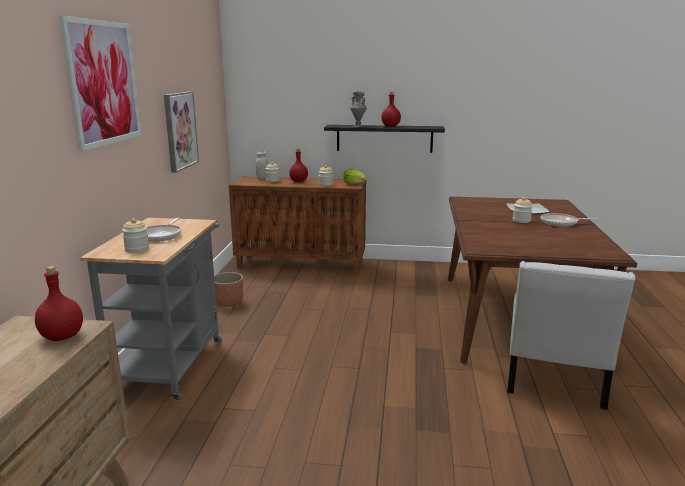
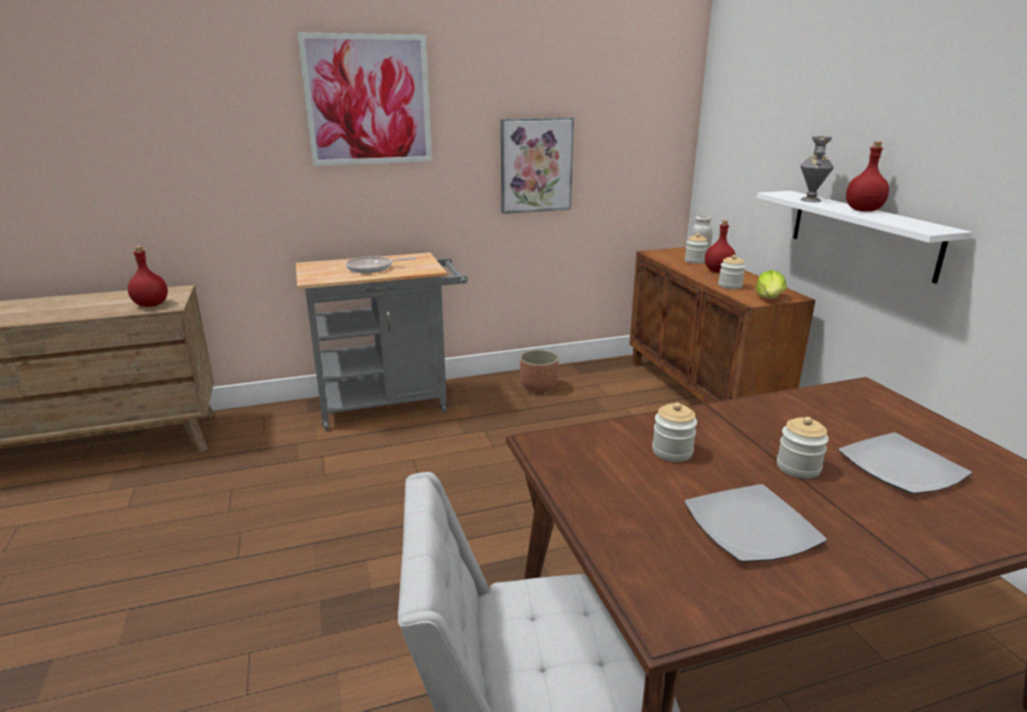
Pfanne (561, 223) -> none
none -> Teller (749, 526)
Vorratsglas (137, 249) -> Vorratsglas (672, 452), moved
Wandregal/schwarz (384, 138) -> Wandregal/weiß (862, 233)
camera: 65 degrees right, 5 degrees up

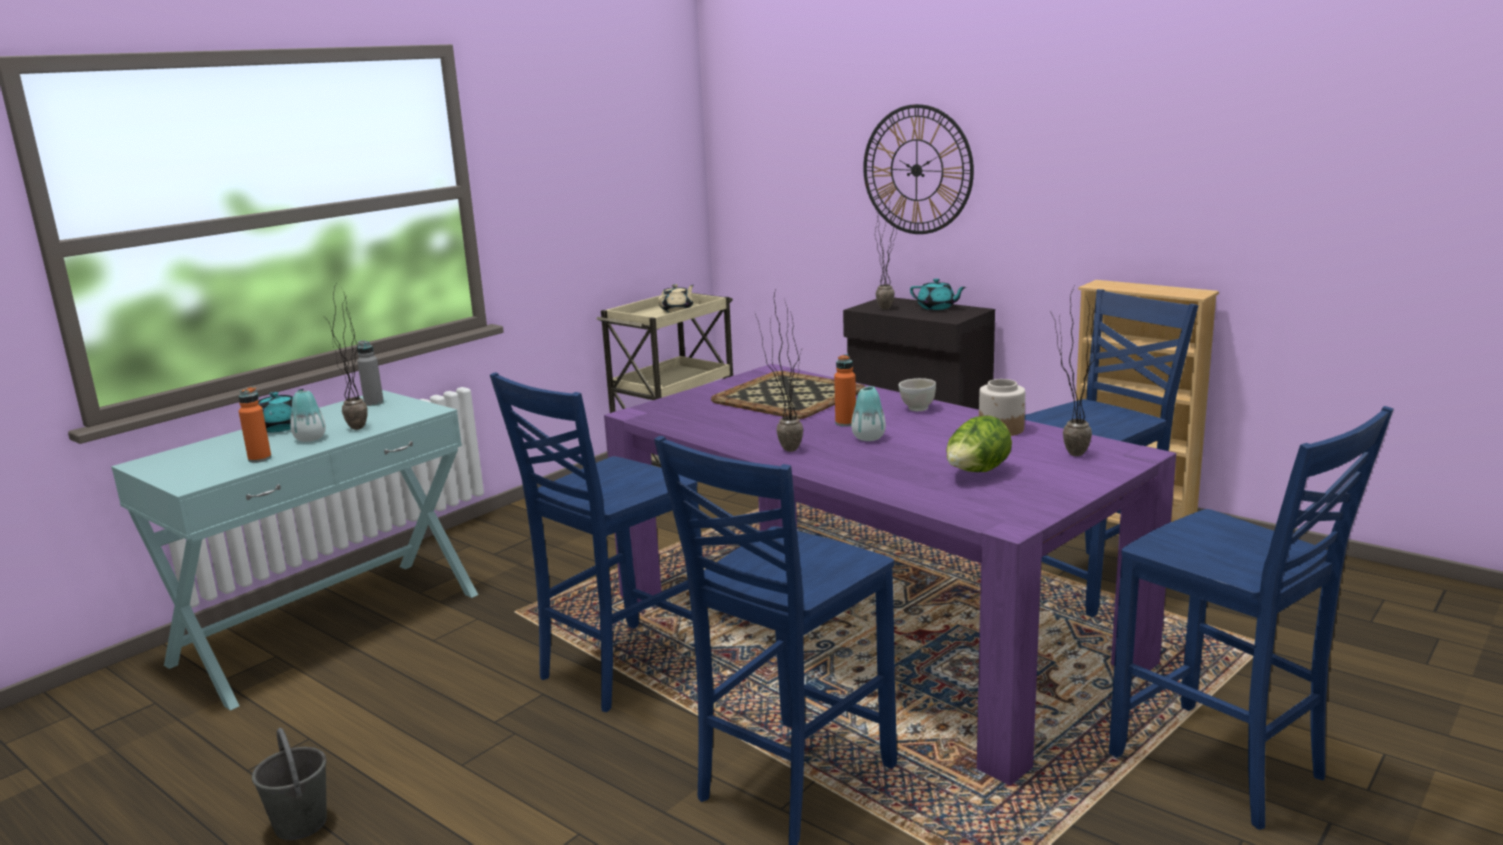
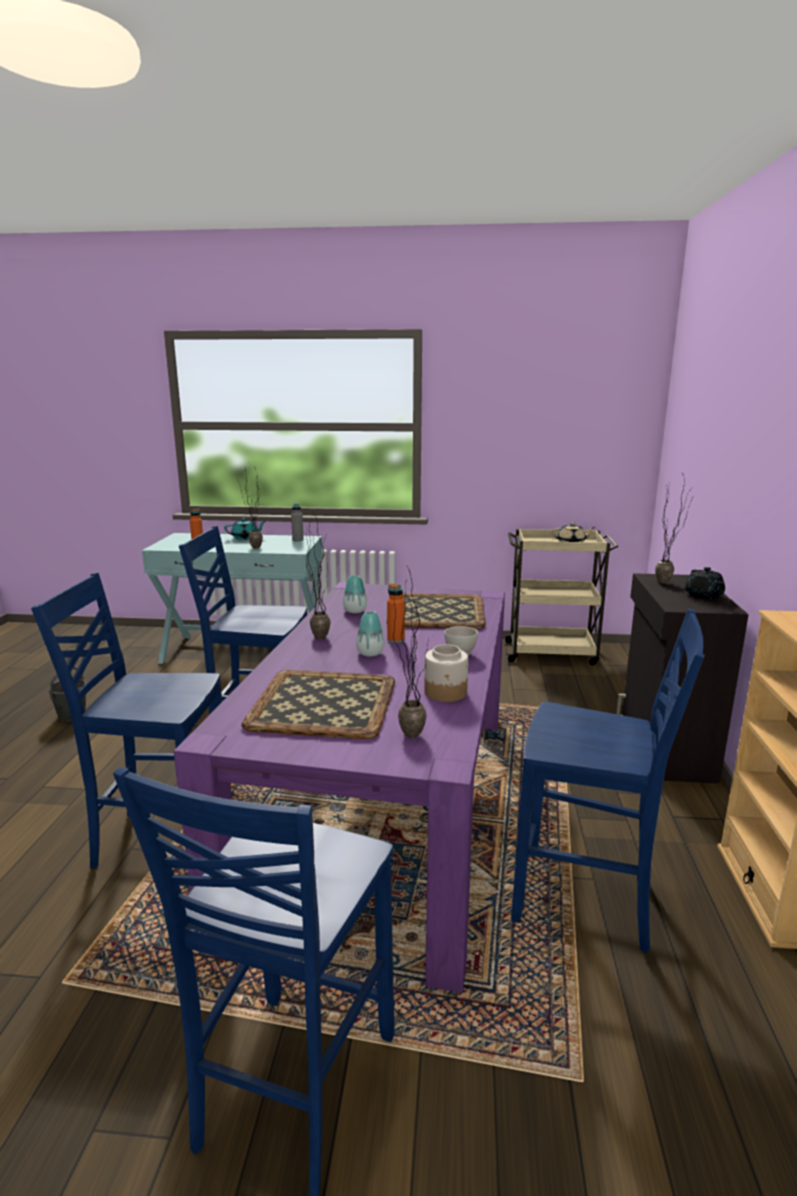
Wanduhr (917, 170) -> none
Vase (310, 439) -> Vase (355, 611), moved
Salatkopf (976, 473) -> Tablett (324, 704)
Teekanne/türkis (937, 307) -> Teekanne/schwarz (703, 596)
camera: 55 degrees right, 0 degrees up

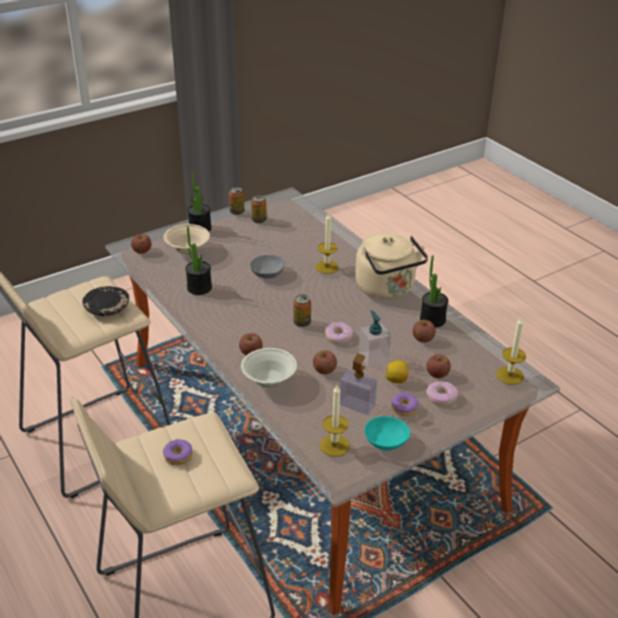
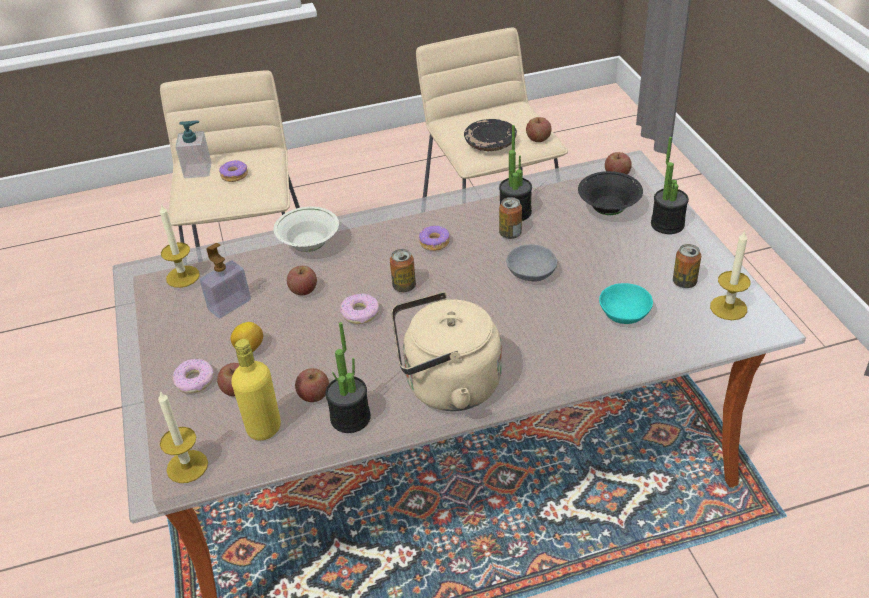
none -> Flasche/gelb (264, 428)
Dose (237, 212) -> Dose (510, 234), moved
Apfel (251, 352) -> Apfel (538, 139), moved
Kerze (327, 267) -> Kerze (728, 308), moved
Seifenspender (373, 357) -> Seifenspender (198, 170), moved
Schüssel/türkis (387, 440) -> Schüssel/türkis (625, 314), moved
Donut (404, 408) -> Donut (434, 243), moved
Schüssel/beige (187, 251) -> Schüssel/schwarz (608, 209)
camera: 110 degrees right, 5 degrees up

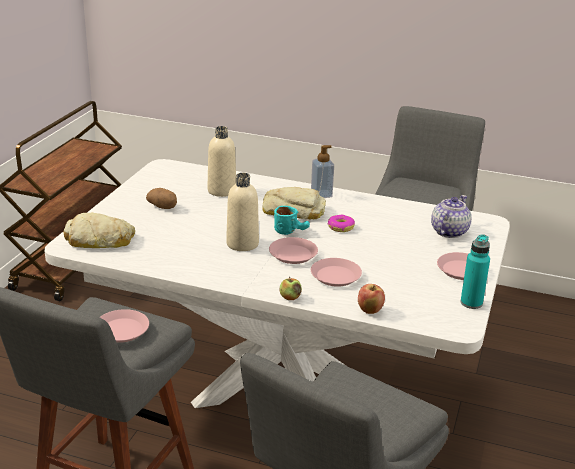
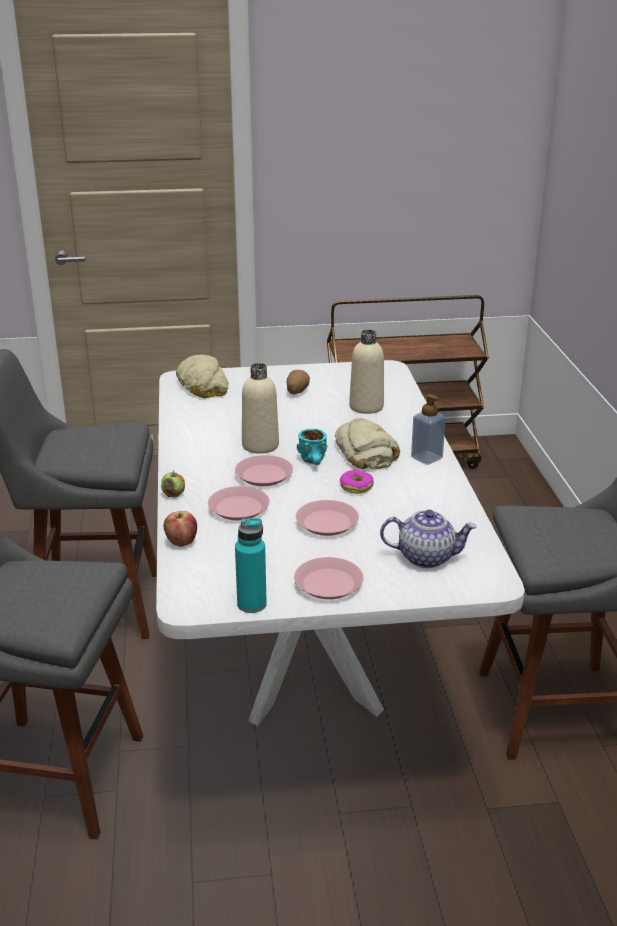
Teller/rosa (121, 330) -> Teller/rosa (327, 523), moved
camera: 65 degrees right, 0 degrees up

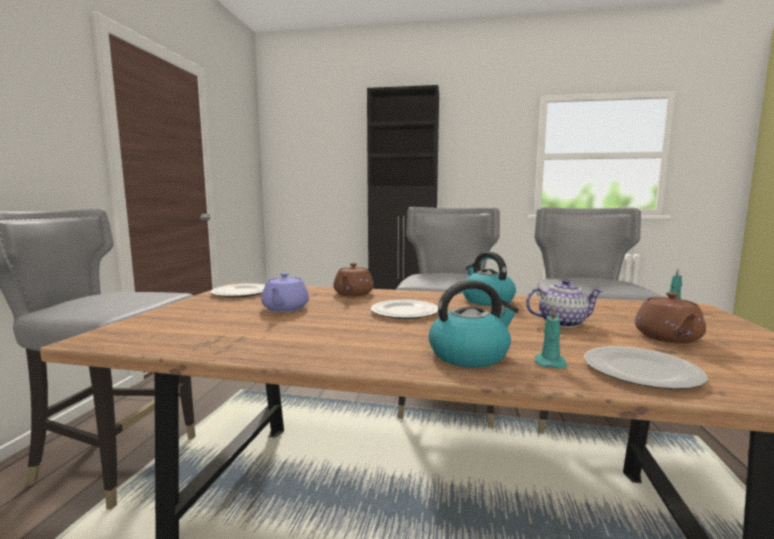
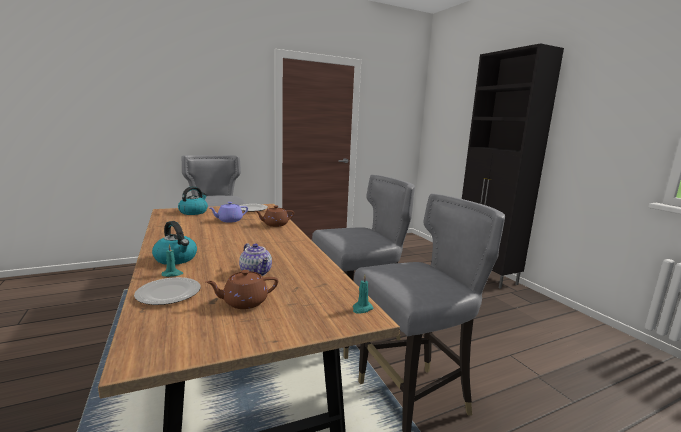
Teller (404, 312) -> none
Wasserkessel (487, 300) -> Wasserkessel (193, 212), moved
camera: 55 degrees right, 5 degrees up

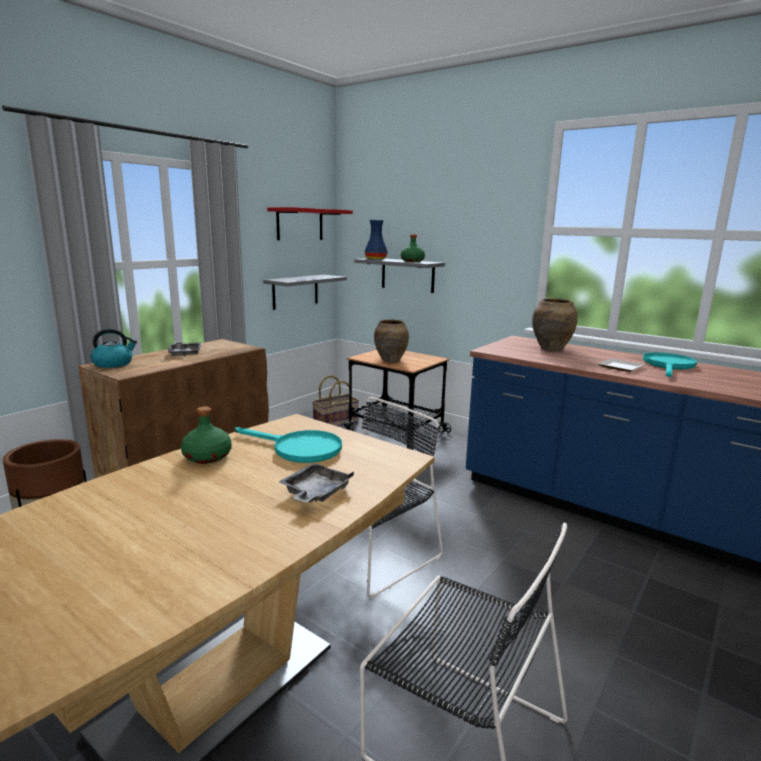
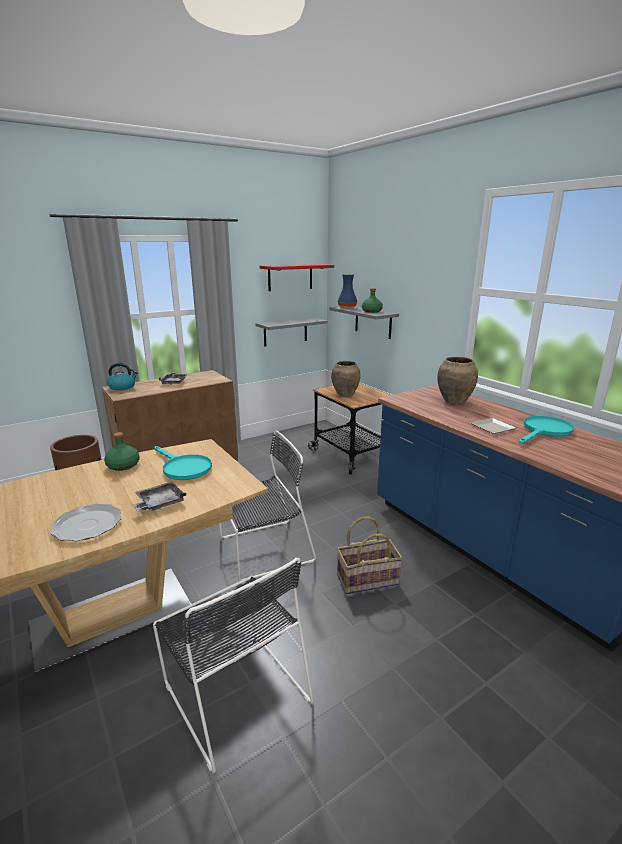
none -> Teller (87, 525)
Korb (335, 422) -> Korb (367, 579), moved
camera: 20 degrees right, 5 degrees up

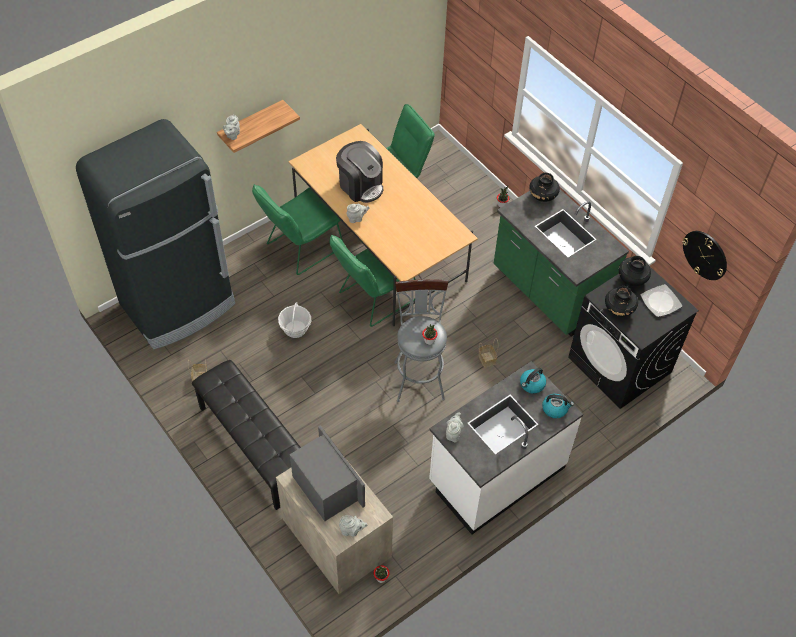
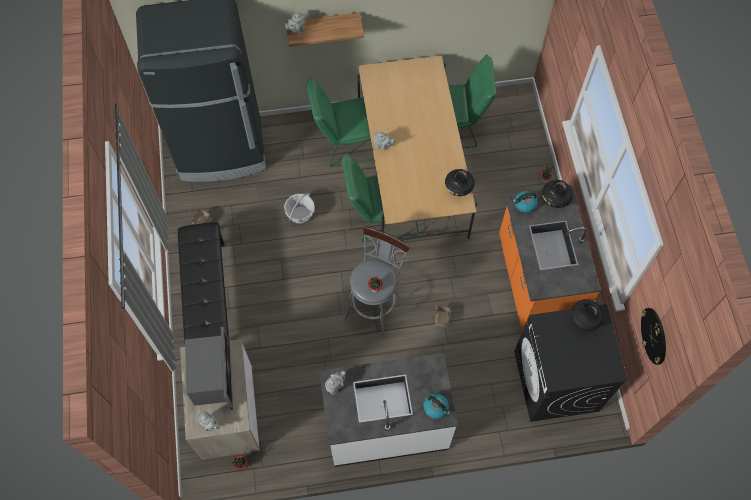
Kaffeemaschine (360, 185) -> none
Teller (660, 302) -> none
Wasserkessel (532, 385) -> Wasserkessel (524, 204), moved
Vase/schwarz (618, 309) -> Vase/schwarz (458, 188), moved
Küchenzeile/grün (548, 291) -> Küchenzeile/orange (535, 281)
camera: 30 degrees right, 10 degrees up

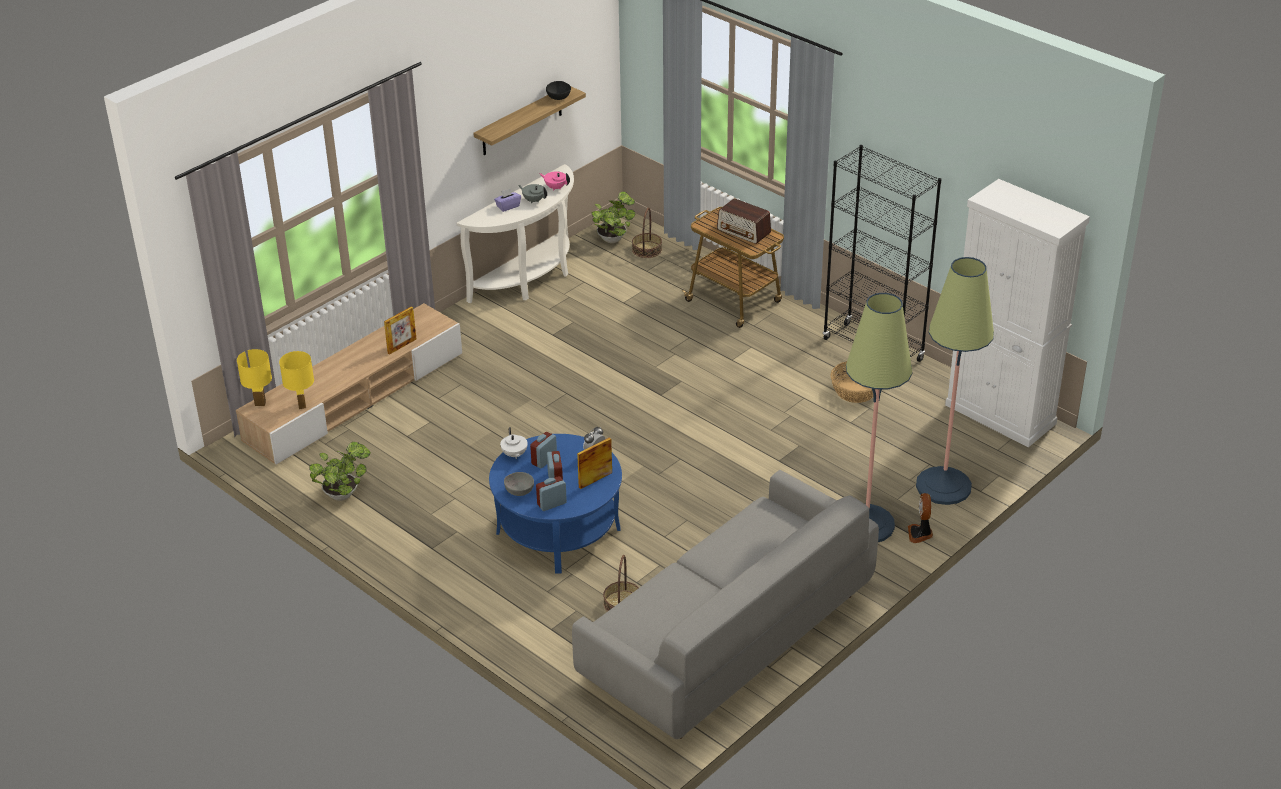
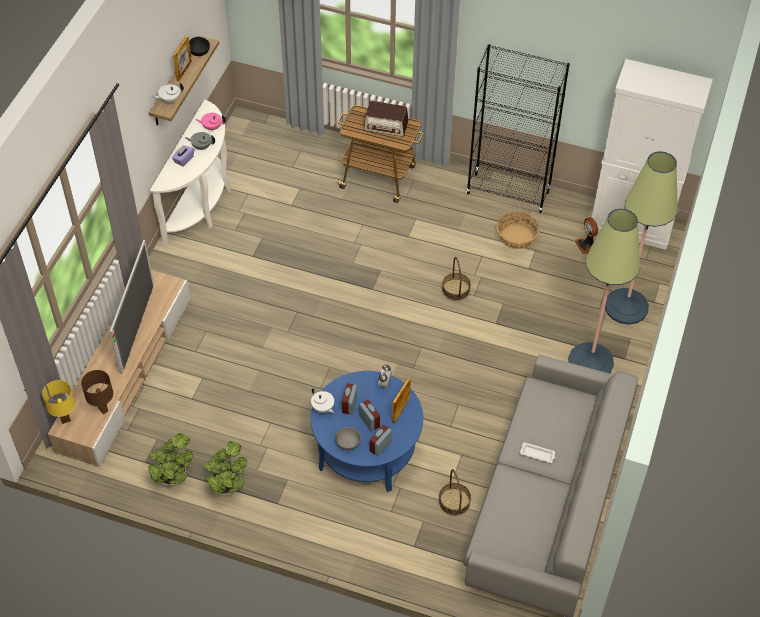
none -> Fernseher (137, 327)
none -> Teekanne/weiß (169, 100)
none -> Tablett/weiß (537, 454)
Bilderrahmen (402, 346) -> Bilderrahmen (184, 71), moved
Topfpflanze (613, 238) -> Topfpflanze (227, 484), moved
Korb (647, 250) -> Korb (456, 289), moved
Ventilator (920, 534) -> Ventilator (586, 245), moved
Tischlampe/gelb (302, 405) -> Tischlampe/braun (103, 410)
camera: 25 degrees left, 15 degrees up

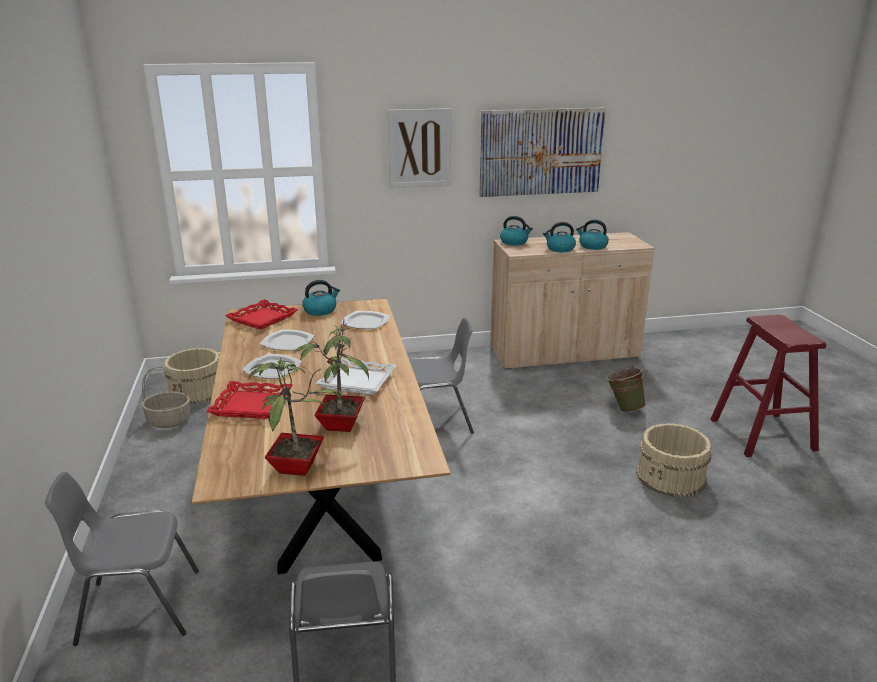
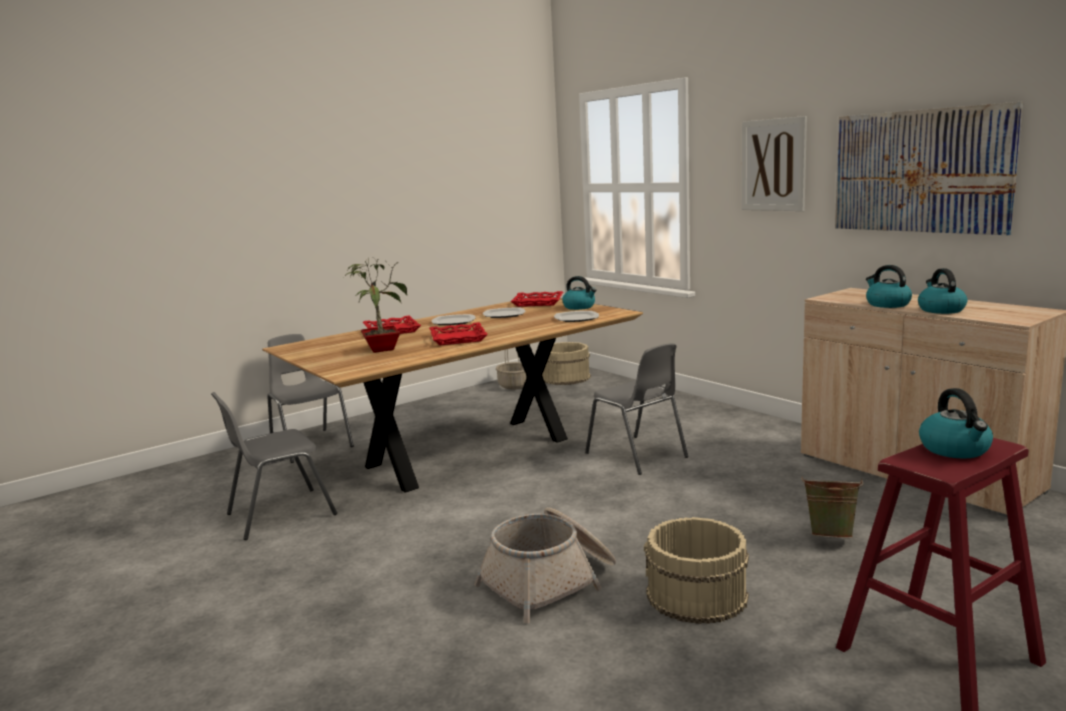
Topfpflanze (297, 466) -> none
none -> Korb (551, 582)
Wasserkessel (514, 242) -> Wasserkessel (955, 449), moved
Tablett/weiß (357, 381) -> Tablett/rot (457, 338)
camera: 65 degrees right, 10 degrees down

